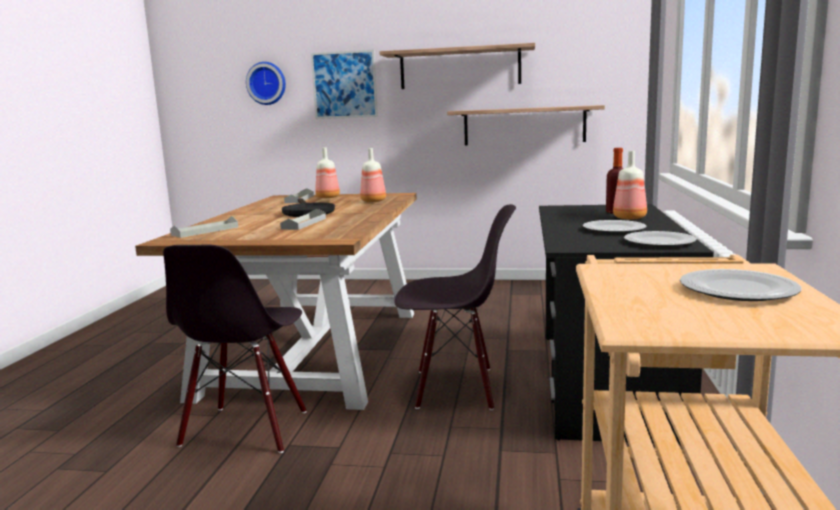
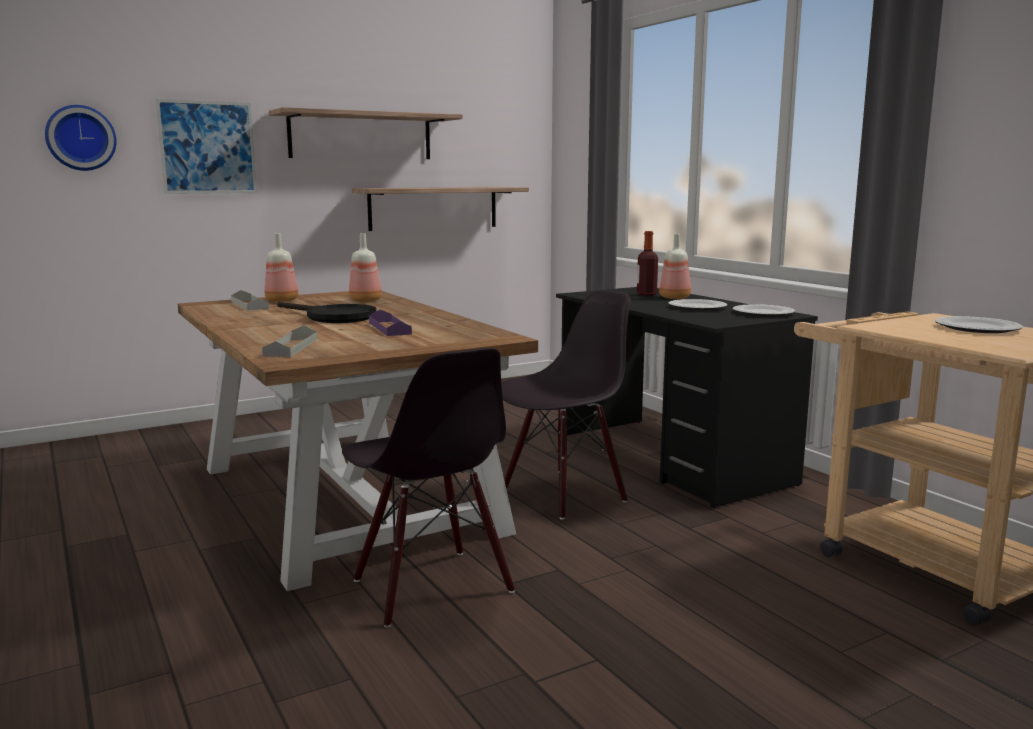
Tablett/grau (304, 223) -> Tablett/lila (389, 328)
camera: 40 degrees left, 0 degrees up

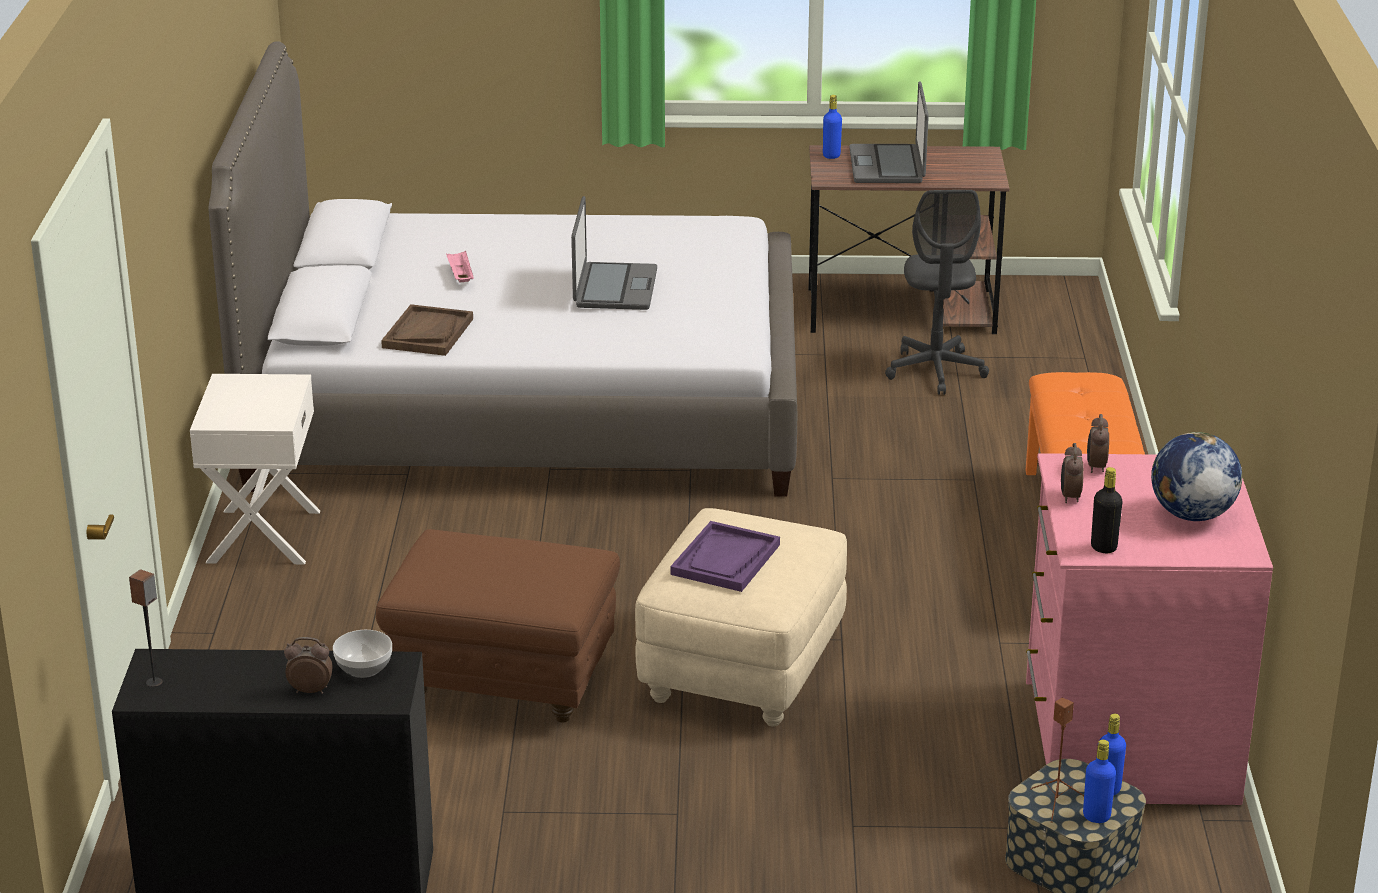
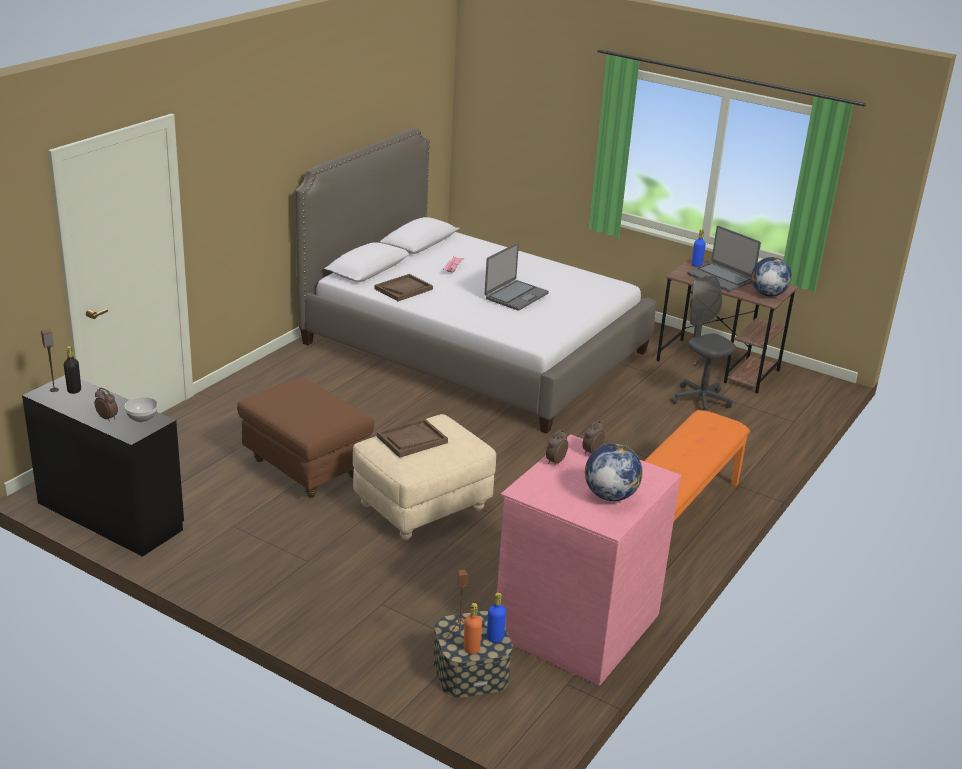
Nachttisch/weiß (262, 536) -> none
none -> Globus (767, 294)
Flasche/schwarz (1103, 547) -> Flasche/schwarz (74, 390), moved
Tablett/lila (725, 560) -> Tablett/braun (412, 440)
Flasche/blau (1096, 816) -> Flasche/orange (471, 649)
Laptop (888, 166) -> Laptop (720, 278), 75 degrees counterclockwise
Bürostuhl/grau (935, 371) -> Bürostuhl/grau (700, 400), 120 degrees clockwise
camera: 30 degrees right, 0 degrees up

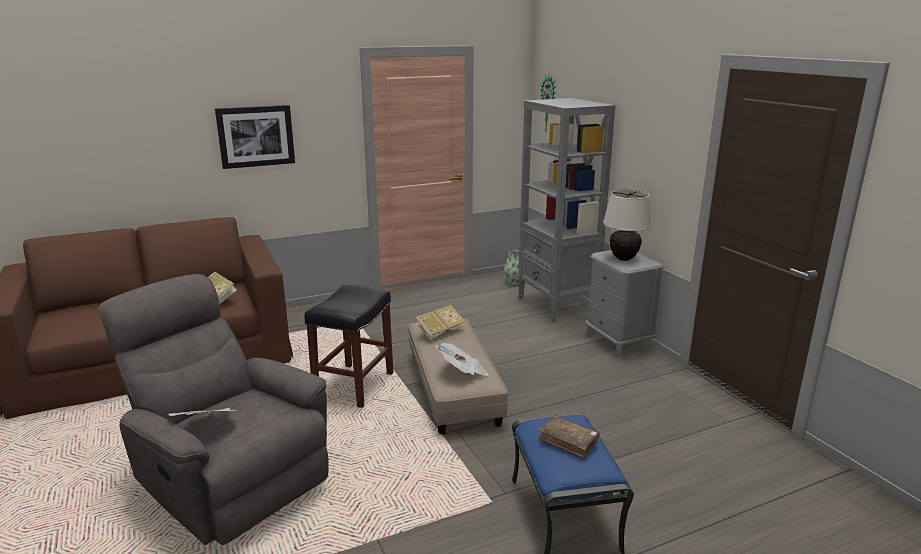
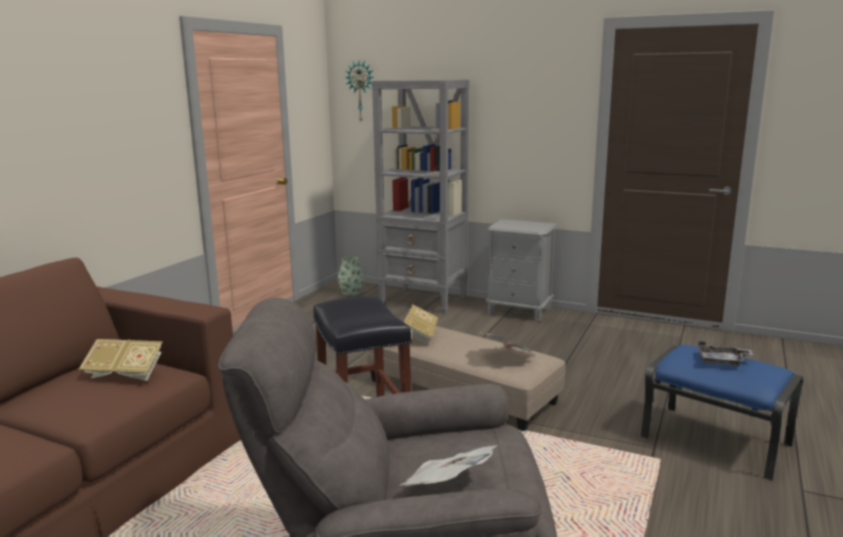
Bild (256, 136) -> none
Tischlampe/beige (623, 258) -> none
Buch/braun (568, 442) -> Tablett/grau (722, 362)
camera: 40 degrees left, 5 degrees down

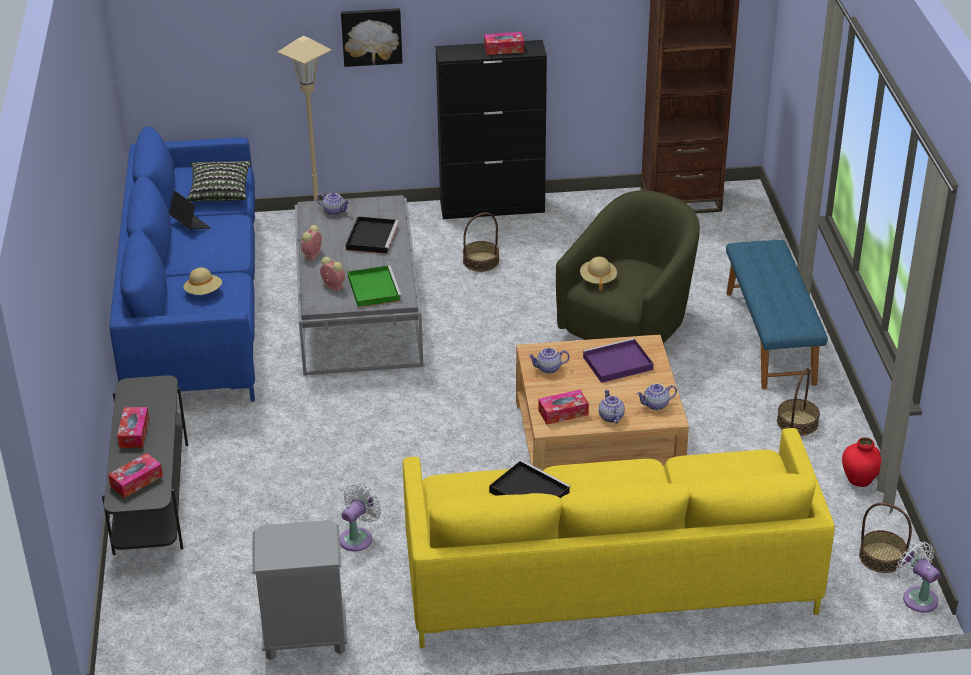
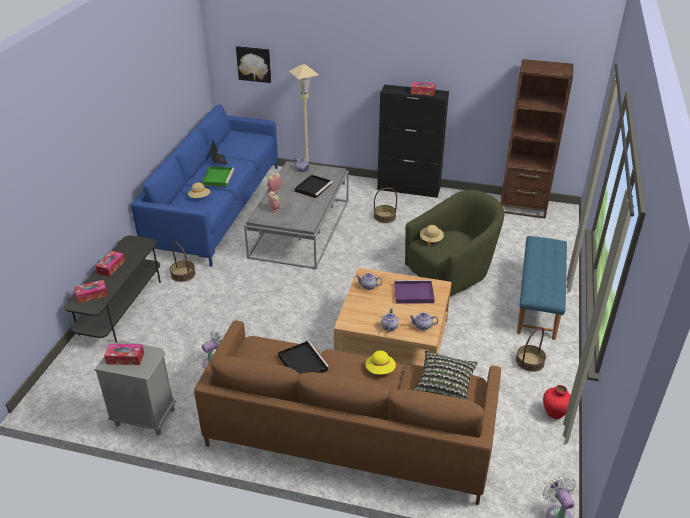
none -> Hut/gelb (380, 370)
Kissen (220, 191) -> Kissen (444, 384), moved
Bild (371, 36) -> Bild (254, 64), moved
Tablett/grün (373, 288) -> Tablett/grün (218, 177), moved
Taschentuchbox (563, 412) -> Taschentuchbox (125, 358), moved
Korb (881, 557) -> Korb (183, 274), moved
Sofa/gelb (609, 578) -> Sofa/braun (349, 434)
camera: 20 degrees right, 0 degrees up

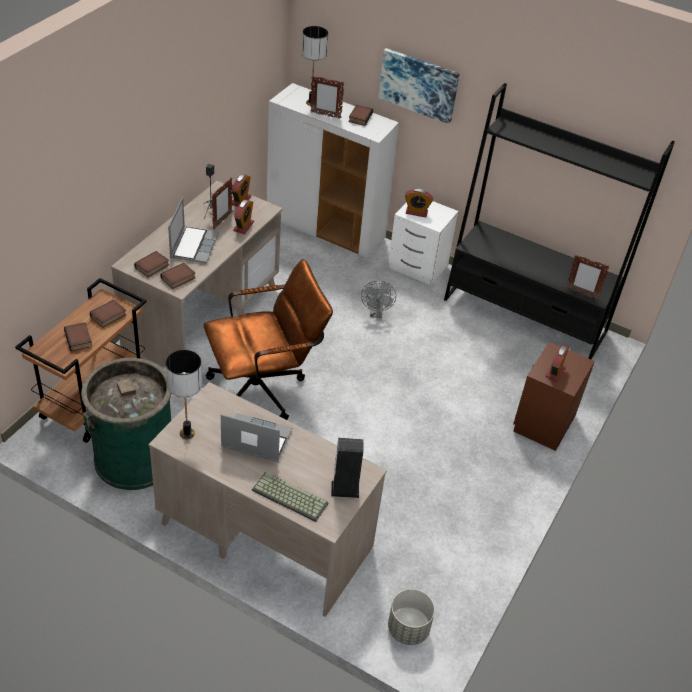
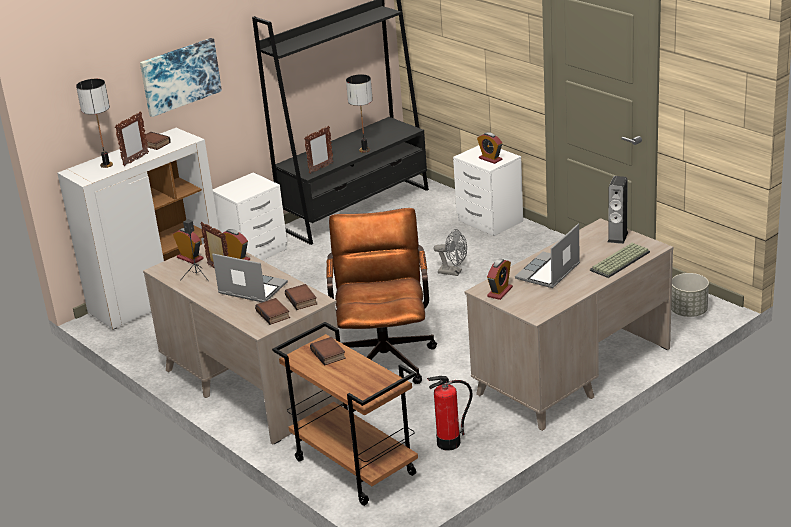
Buch (79, 339) -> none
Tischlampe (187, 434) -> Tischlampe (365, 150), moved
Ventilator/grau (376, 313) -> Ventilator/grau (453, 272), moved
Wecker (416, 212) -> Wecker (499, 292), moved
Bilderrahmen (581, 293) -> Bilderrahmen (321, 168), moved
Mülleimer/grün (134, 458) -> Feuerlöscher (449, 443)
Nachttisch/braun (542, 423) -> Nachttisch/weiß (490, 221)
camera: 65 degrees left, 15 degrees down

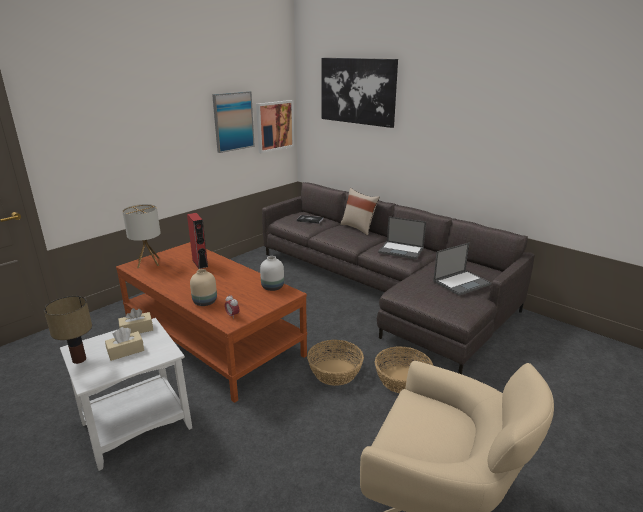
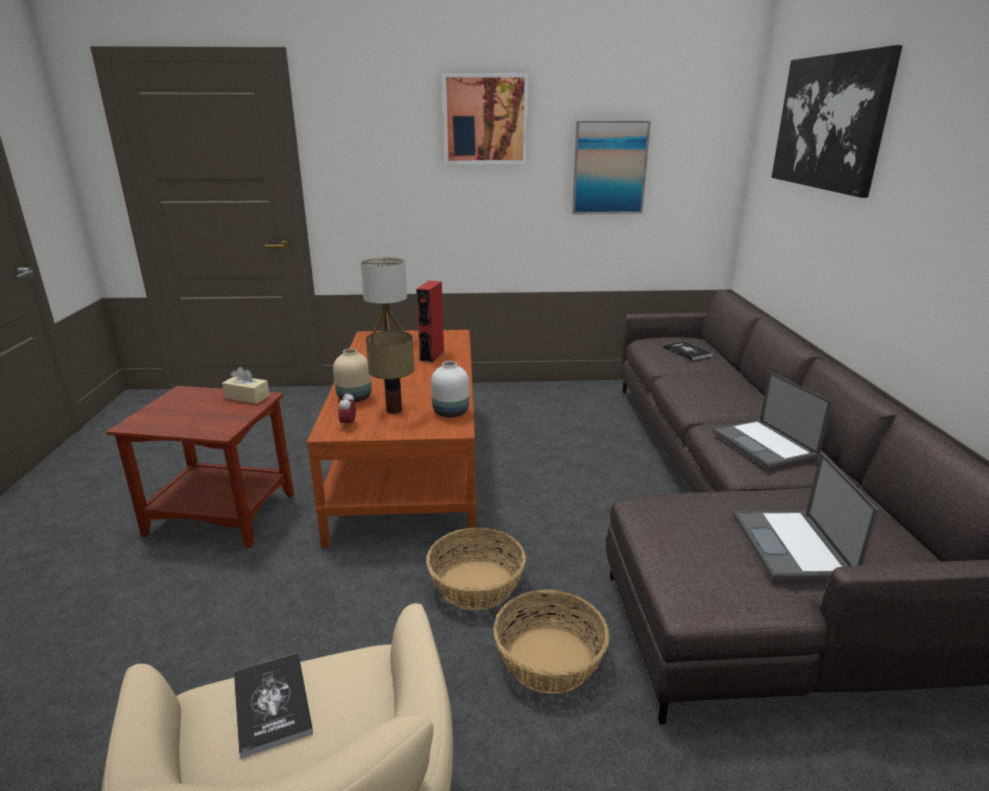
Taschentuchbox/beige (126, 351) -> none
Kissen/beige (358, 228) -> none
none -> Buch (272, 704)
Tischlampe (79, 359) -> Tischlampe (395, 410), moved
Bild (275, 126) -> Bild (485, 119), moved
Beistelltisch/weiß (136, 425) -> Beistelltisch/braun (222, 513)
Laptop (462, 282) -> Laptop (793, 546), 75 degrees clockwise
camera: 45 degrees right, 0 degrees up

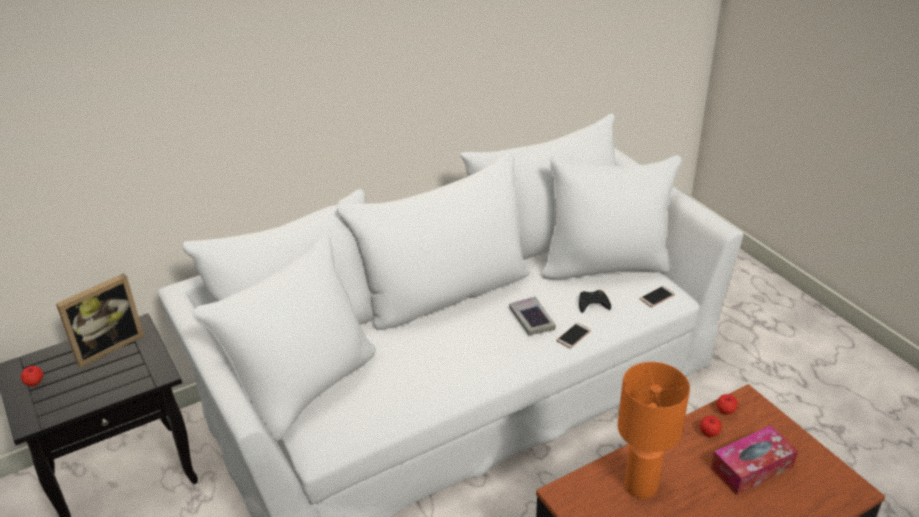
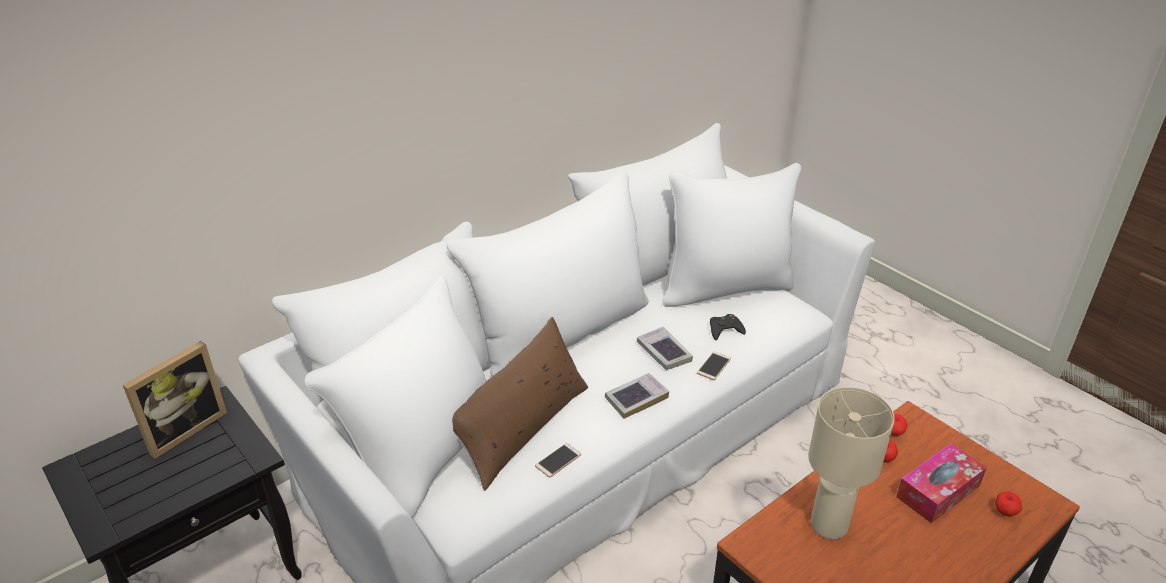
none -> Kissen/braun (521, 427)
none -> Buch (636, 398)
Apfel (34, 383) -> Apfel (1005, 512), moved
Handy (657, 297) -> Handy (558, 461), moved
Tischlampe/orange (640, 485) -> Tischlampe/beige (828, 525)
camera: 10 degrees left, 0 degrees up

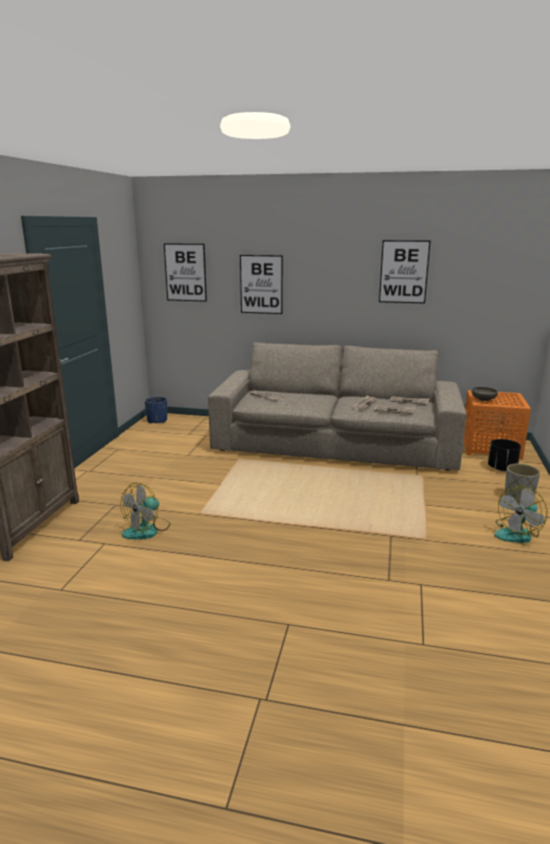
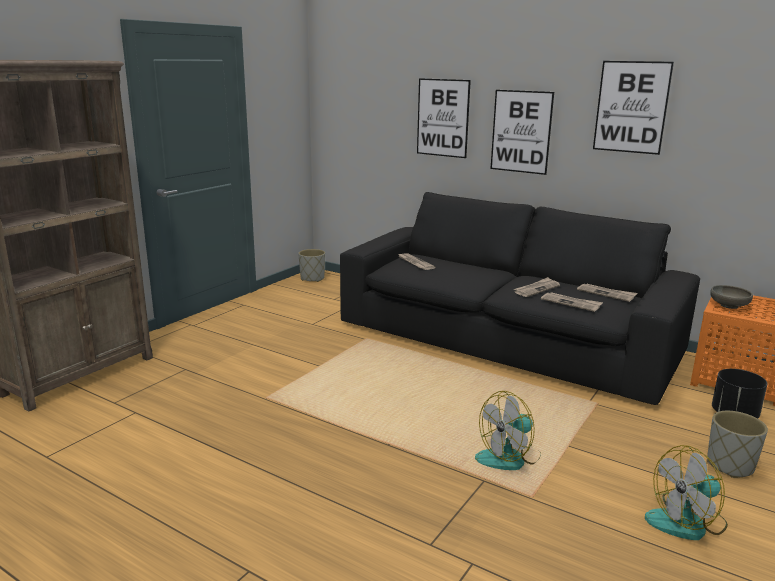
Ventilator (147, 530) -> Ventilator (509, 457), moved
Bild (185, 272) -> Bild (521, 131), moved
Pflanzkübel/blau (157, 420) -> Pflanzkübel/grau (312, 278)
Sofa/beige (335, 444) -> Sofa/schwarz (504, 339)
camera: 20 degrees right, 0 degrees up

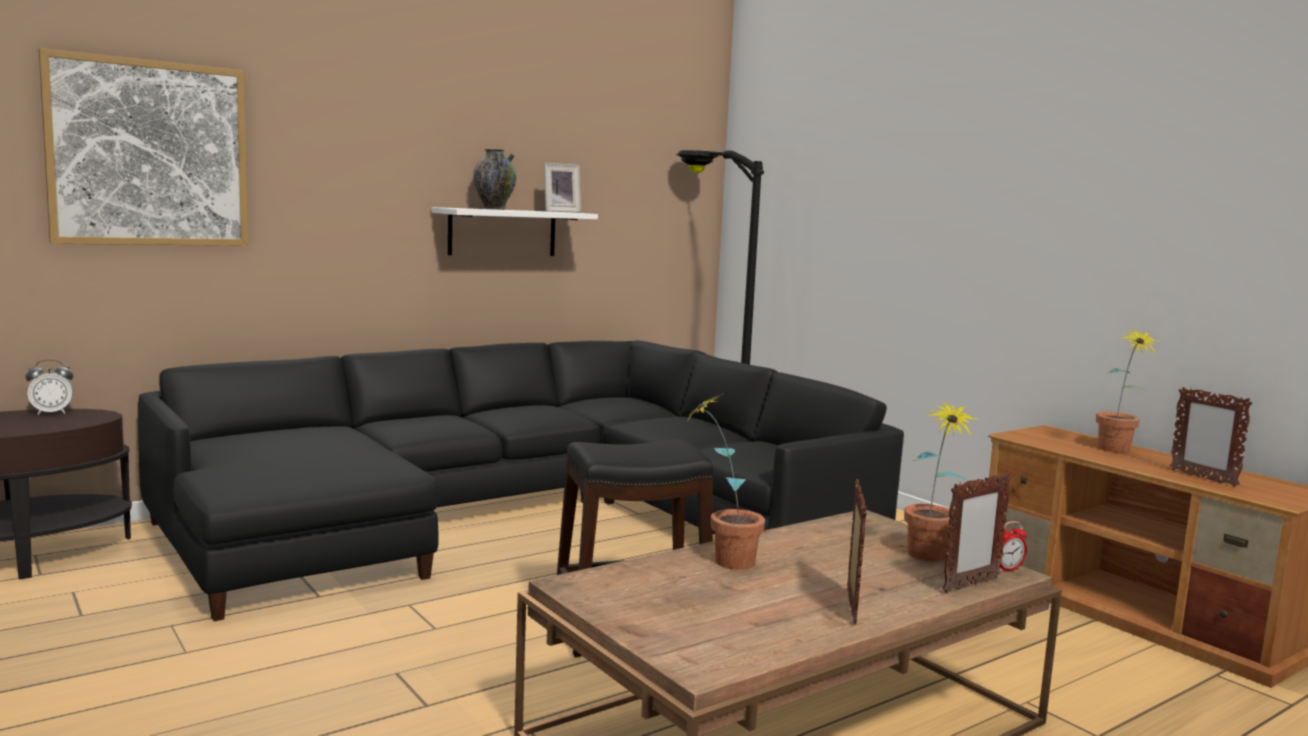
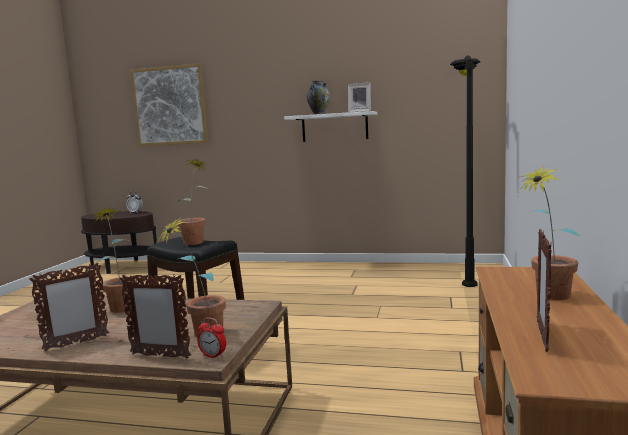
Sofa/schwarz (518, 518) -> none
none -> Topfpflanze (197, 241)
camera: 50 degrees right, 0 degrees up

